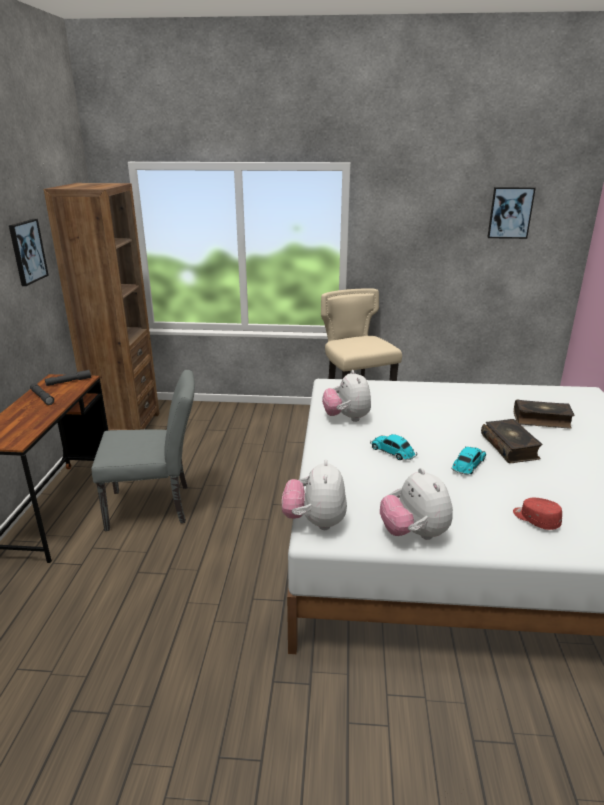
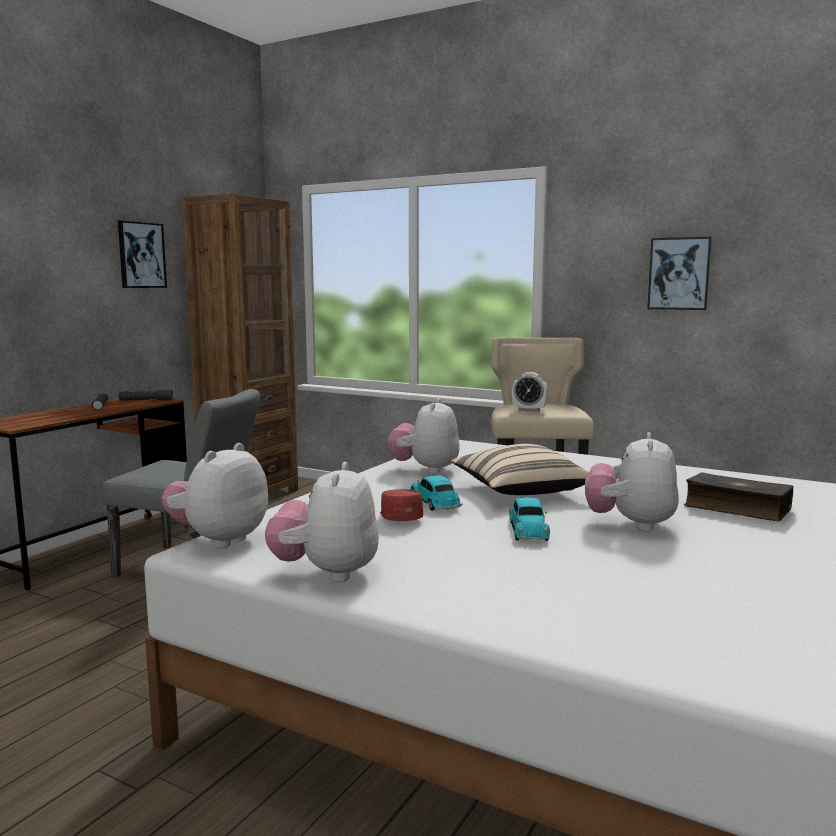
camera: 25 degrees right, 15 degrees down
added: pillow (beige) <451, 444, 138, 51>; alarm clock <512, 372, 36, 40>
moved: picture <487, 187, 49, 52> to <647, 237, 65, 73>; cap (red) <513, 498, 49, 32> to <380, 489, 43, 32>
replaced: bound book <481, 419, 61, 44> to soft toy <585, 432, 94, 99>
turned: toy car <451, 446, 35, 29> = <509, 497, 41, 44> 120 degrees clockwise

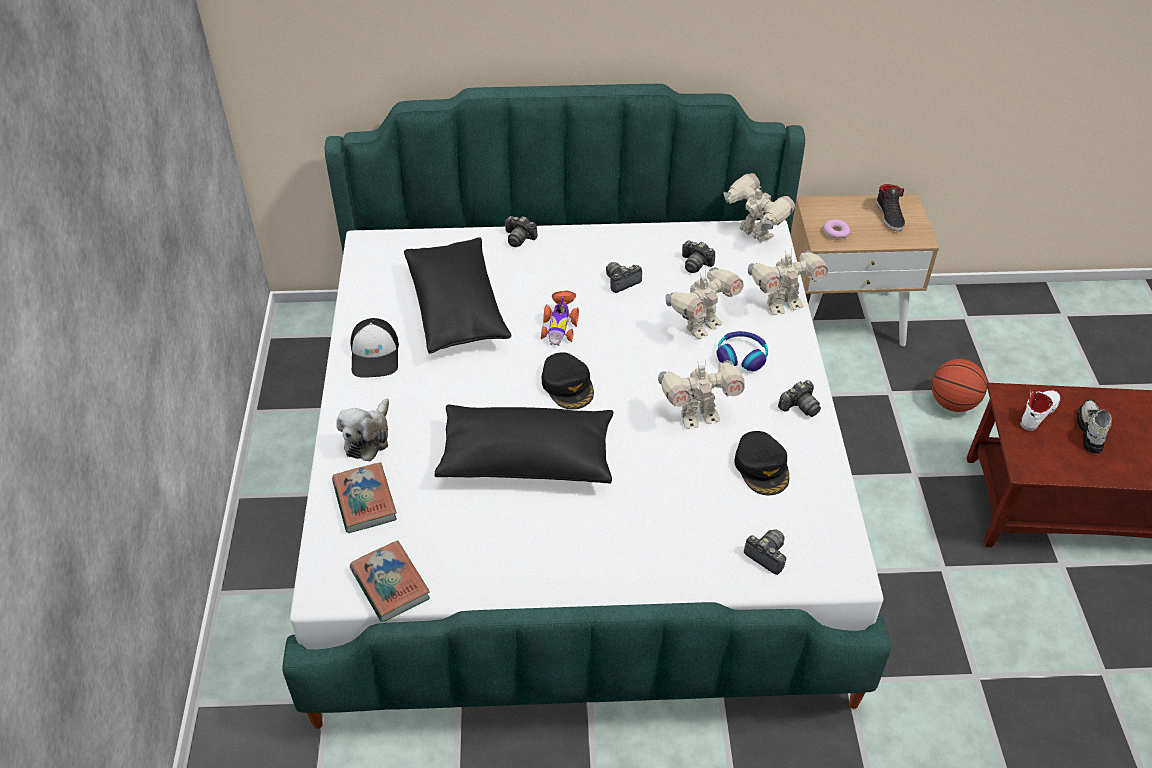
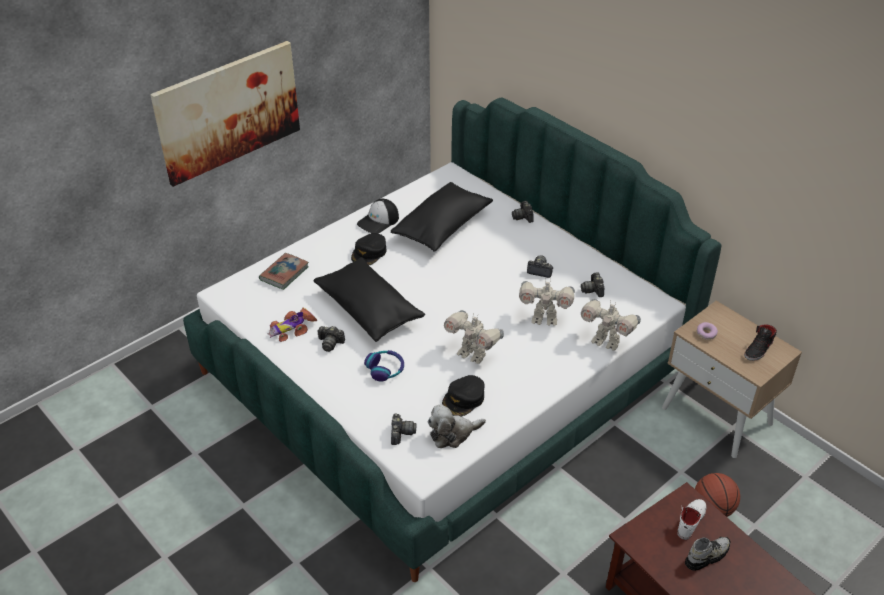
camera: 50 degrees right, 5 degrees down
removed: bound book <350, 540, 80, 82>; model robot <723, 173, 72, 69>
added: picture <150, 41, 150, 146>
moved: soft toy <336, 398, 53, 63> to <428, 404, 58, 44>; toy car <541, 290, 38, 56> to <267, 308, 50, 34>; cap (blackish) <542, 352, 52, 58> to <351, 233, 35, 32>; headphones <717, 331, 51, 41> to <364, 350, 40, 32>; still camera <778, 380, 43, 37> to <317, 326, 28, 26>
turned: shoe (white-coloured) <1020, 390, 40, 42> = <677, 499, 30, 41> 60 degrees counterclockwise

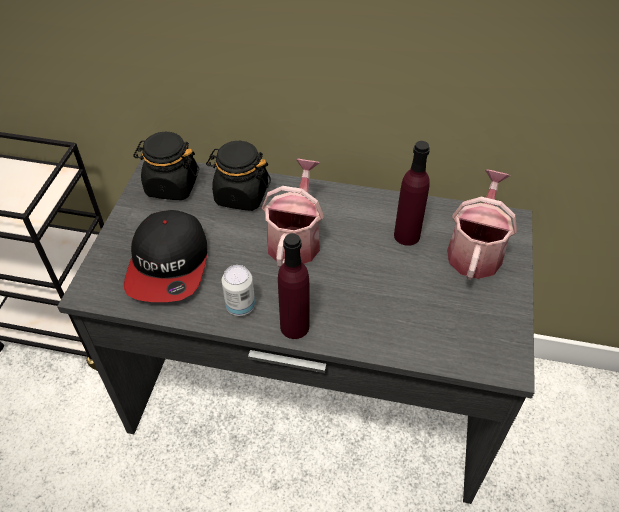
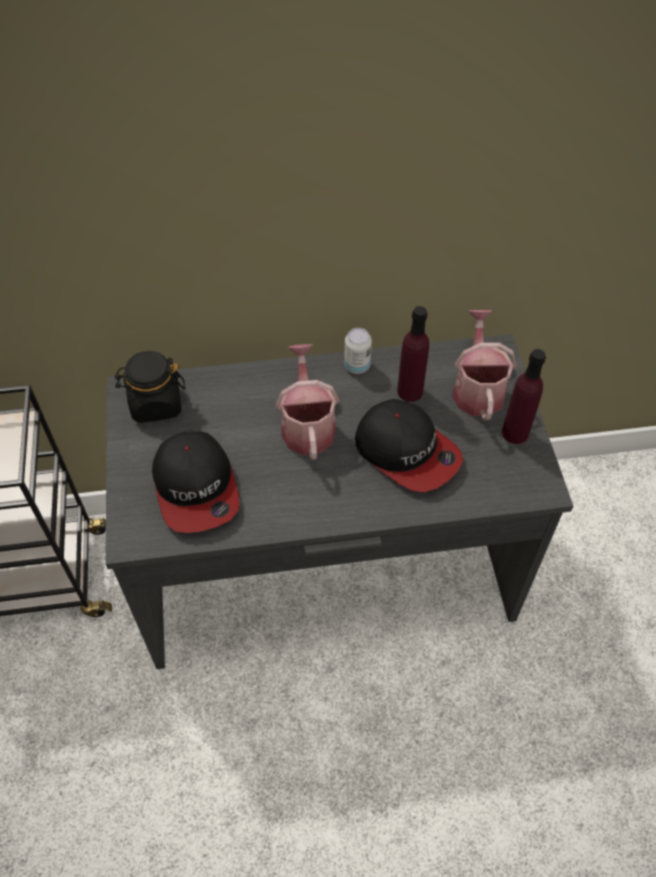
camera: 20 degrees left, 5 degrees up
removed: preserve jar (blackish) <206, 141, 65, 70>
added: cap <355, 399, 108, 93>
moved: sealed can <222, 265, 33, 51> to <344, 328, 28, 46>; drink bottle (purplish) <278, 233, 32, 106> to <502, 349, 44, 95>

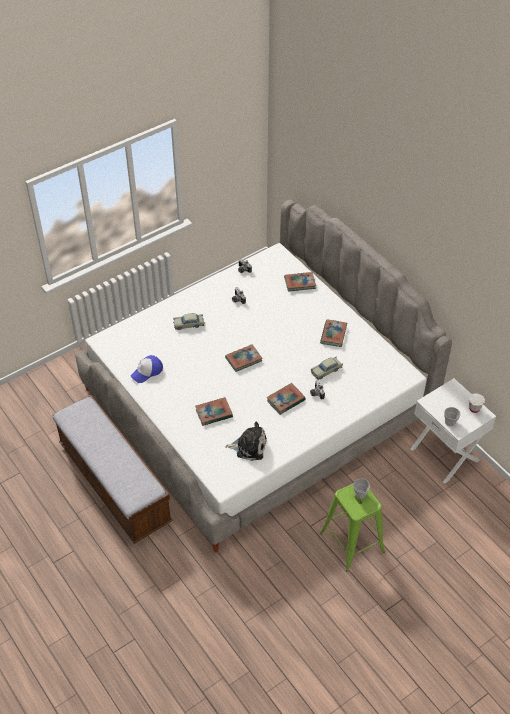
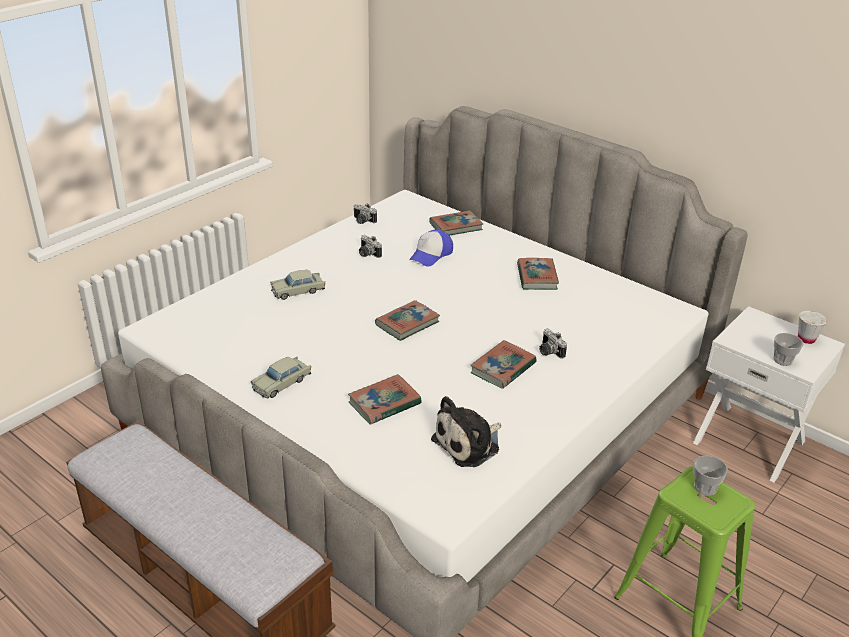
camera: 15 degrees left, 15 degrees down
moved: cap <131, 355, 32, 28> to <409, 230, 44, 37>; toy car (beige) <311, 356, 32, 24> to <251, 357, 60, 42>
turned: soft toy <225, 422, 42, 39> = <431, 396, 70, 71> 150 degrees clockwise

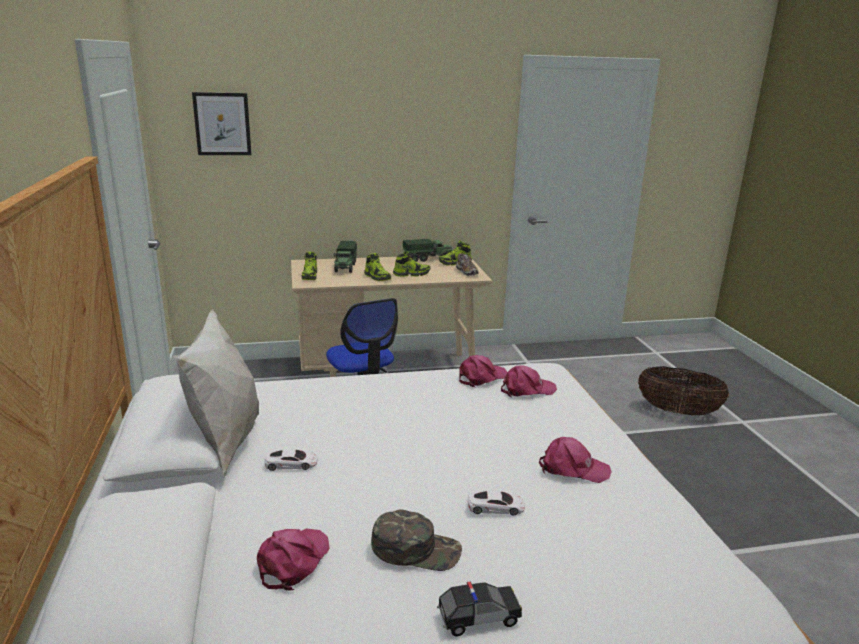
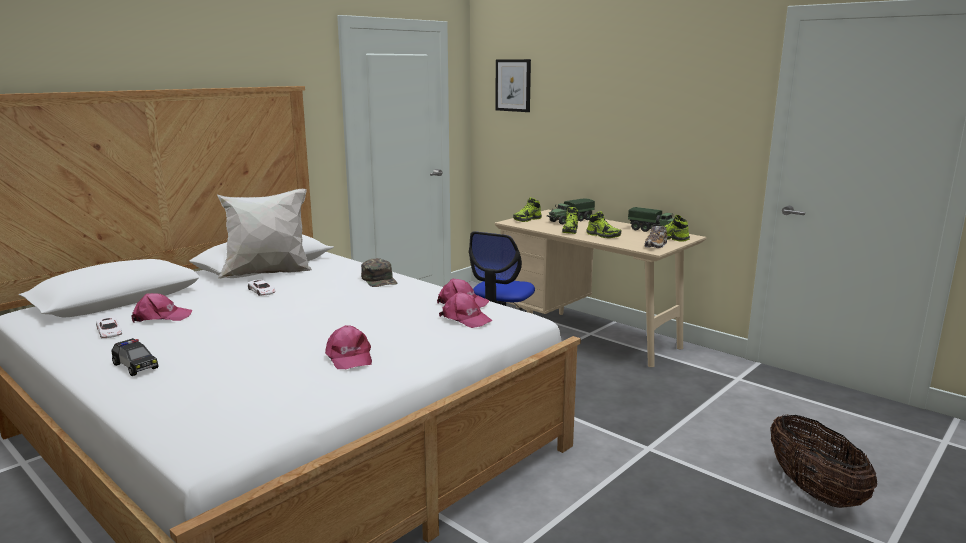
camera: 55 degrees right, 5 degrees down
moved: cap (green-coloured) <371, 509, 91, 62> to <361, 258, 36, 29>; toy car (white-coloured) <468, 490, 57, 25> to <96, 317, 26, 21>

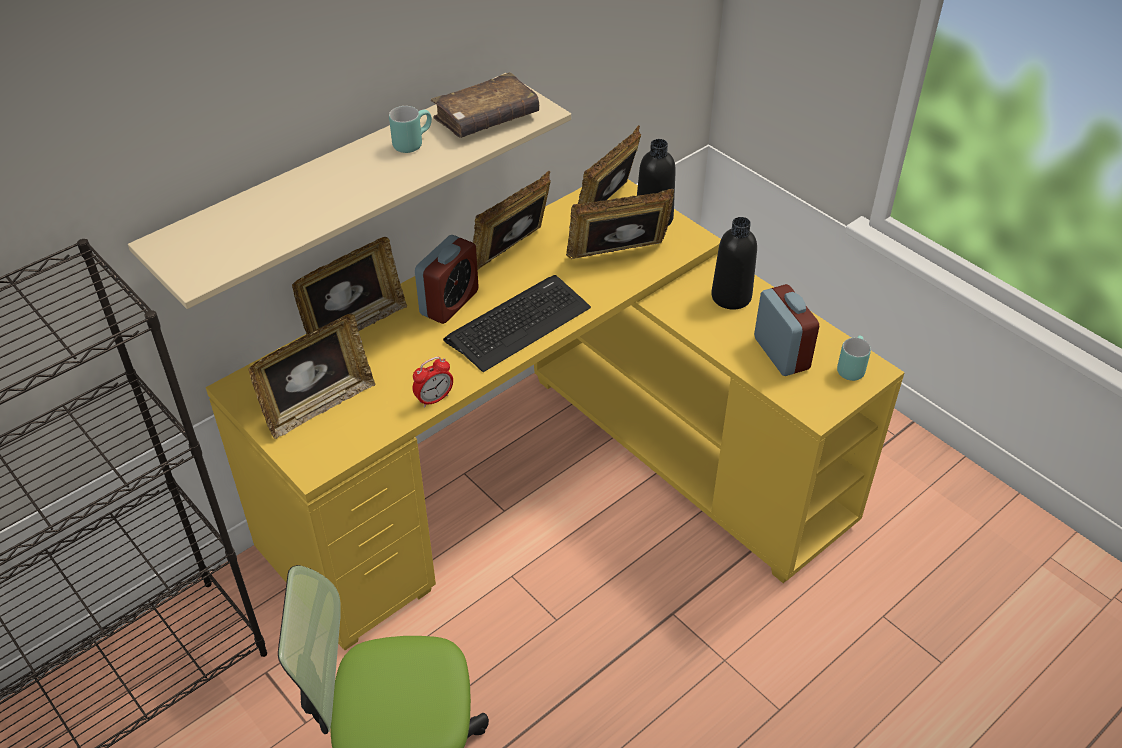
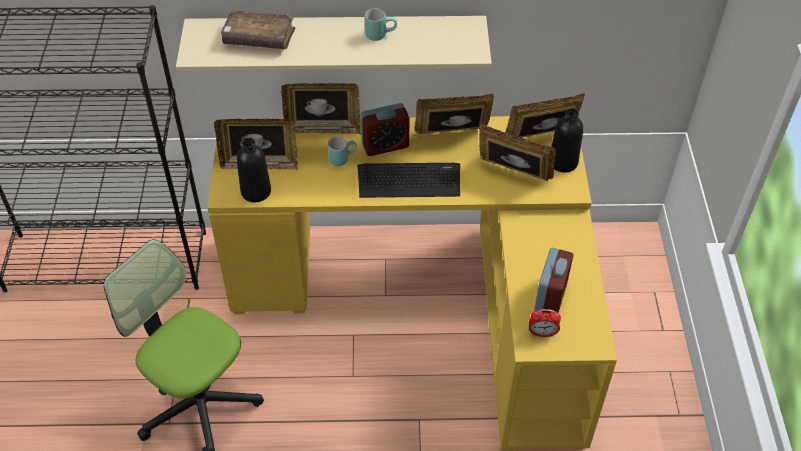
camera: 40 degrees right, 5 degrees up
moved: alarm clock <412, 357, 41, 51> to <529, 309, 32, 28>; bound book (brownish) <431, 72, 108, 66> to <221, 10, 74, 40>; drink bottle (blackish) <711, 217, 46, 92> to <237, 138, 34, 64>; mug (turquoise) <837, 336, 34, 45> to <328, 137, 29, 29>

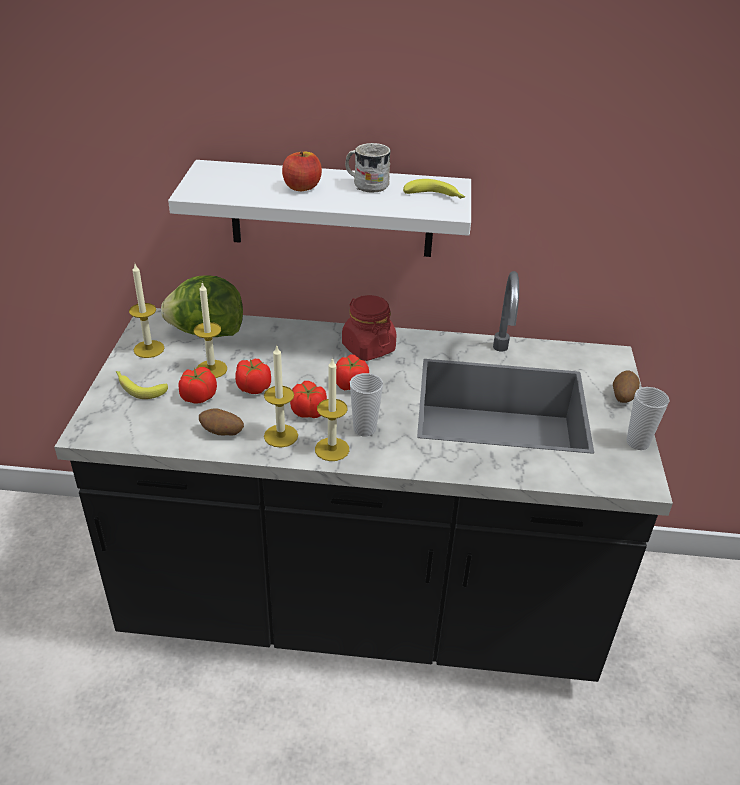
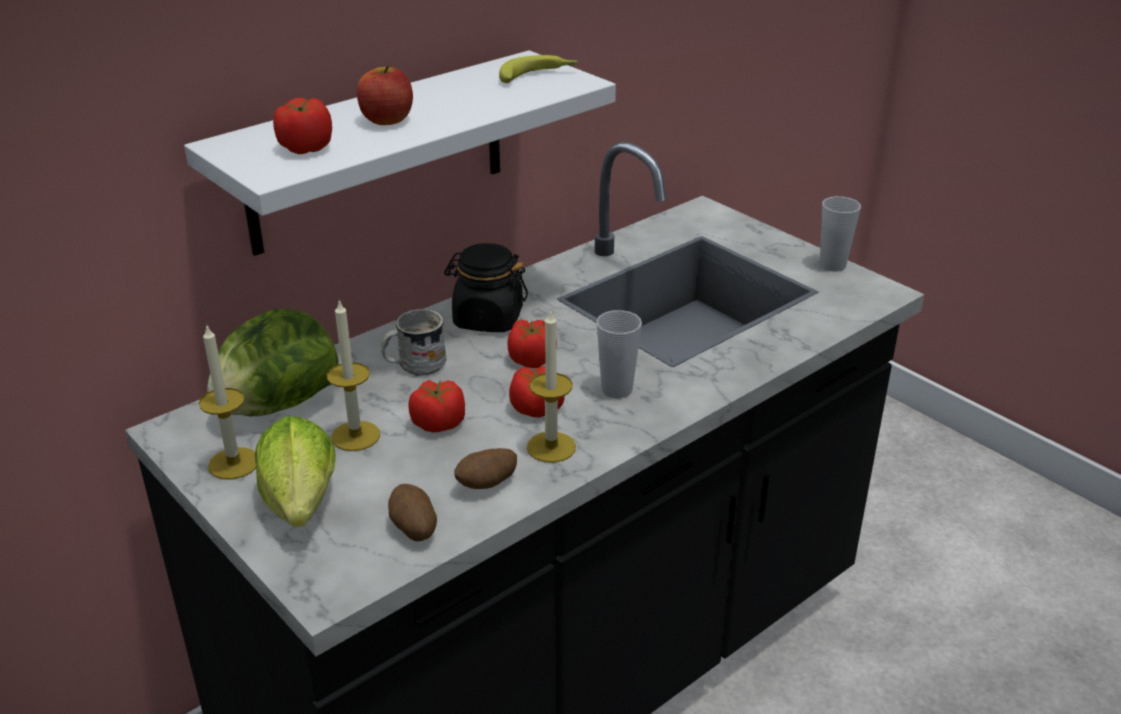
camera: 45 degrees left, 5 degrees down
removed: candle <315, 357, 34, 104>
moved: whole tomato <178, 367, 39, 36> to <273, 98, 59, 56>; mug (white-coloured) <345, 143, 46, 50> to <381, 309, 65, 68>; potato <613, 370, 27, 33> to <388, 484, 49, 57>
replaced: banana <116, 371, 52, 28> to head of lettuce <255, 416, 81, 111>
recoloured: preserve jar (red) <342, 295, 55, 66> to preserve jar (blackish) <444, 243, 84, 89>

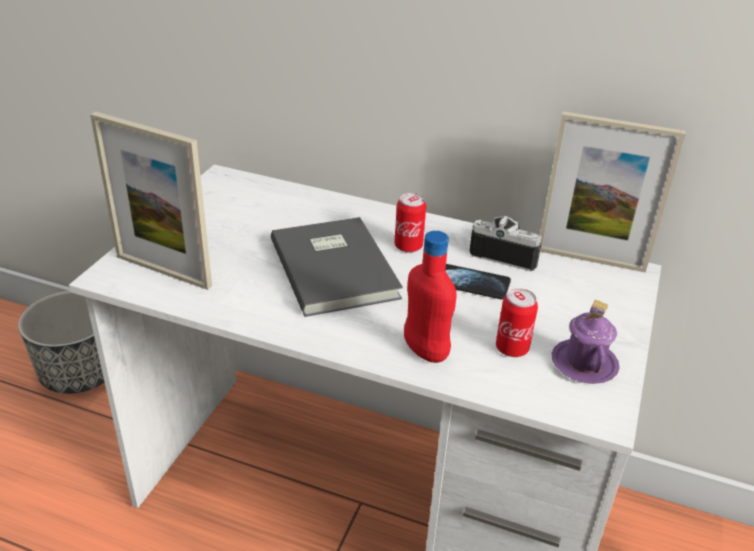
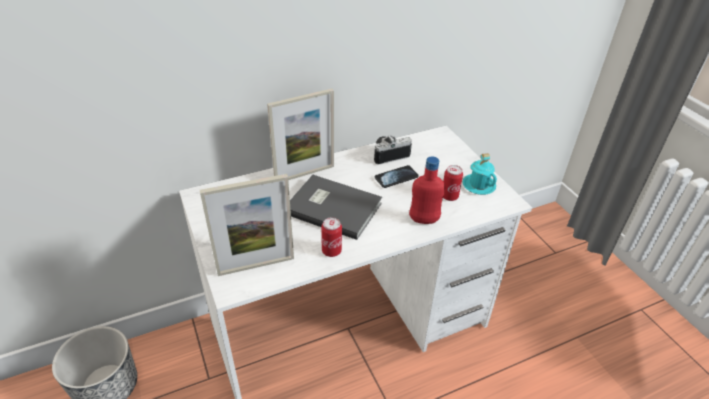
camera: 45 degrees left, 5 degrees up
moved: sealed can <394, 193, 32, 60> to <321, 217, 21, 40>; standing frame <540, 111, 146, 162> to <267, 89, 67, 91>
recoloured: mug (purplish) <552, 300, 67, 84> to mug (turquoise) <463, 153, 34, 42>

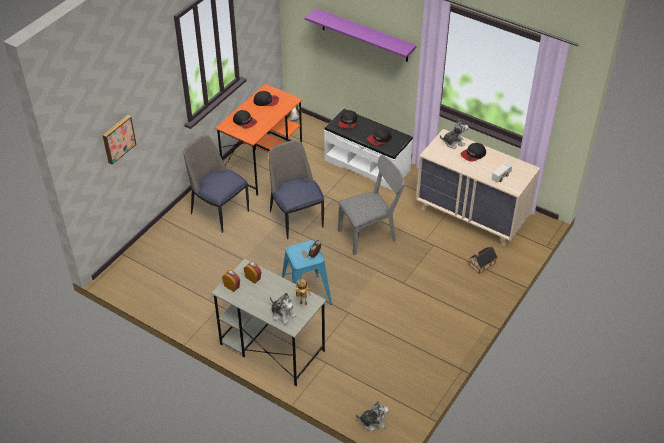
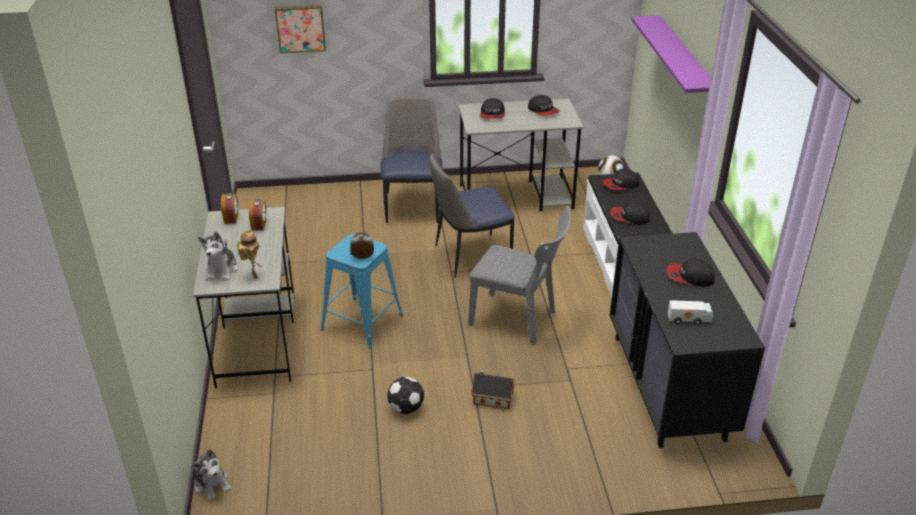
camera: 50 degrees right, 10 degrees down
removed: soft toy <440, 119, 29, 29>
added: ball for football <387, 377, 37, 37>
moved: toy house <468, 247, 30, 27> to <472, 369, 43, 40>
recoloured: desk unit (orange-coloured) <215, 84, 88, 112> to desk unit (greyish) <458, 98, 125, 113>; drawer chest (beige) <416, 129, 124, 117> to drawer chest (blackish) <610, 232, 155, 216>
turned: chair <269, 140, 55, 99> = <429, 153, 86, 125> 135 degrees counterclockwise

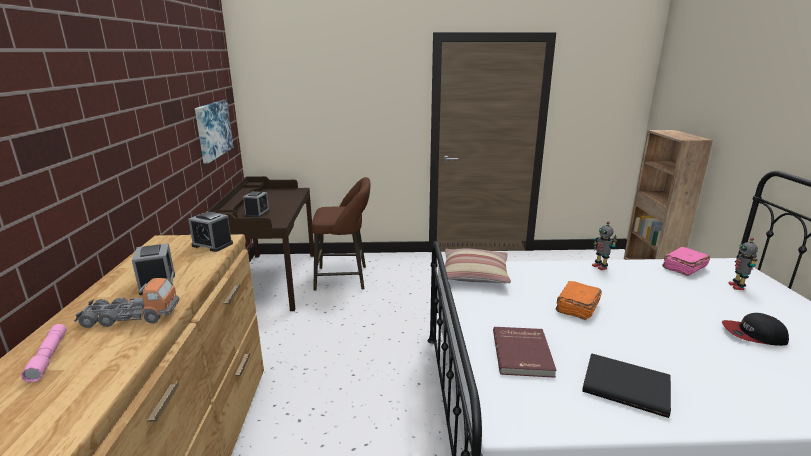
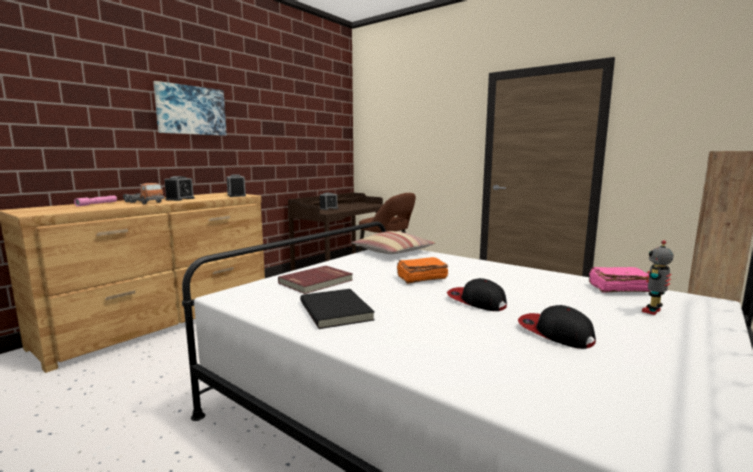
camera: 40 degrees right, 10 degrees down
removed: model robot <592, 221, 25, 49>
added: cap <447, 278, 60, 33>
moved: picture <195, 100, 39, 63> to <153, 81, 74, 55>

